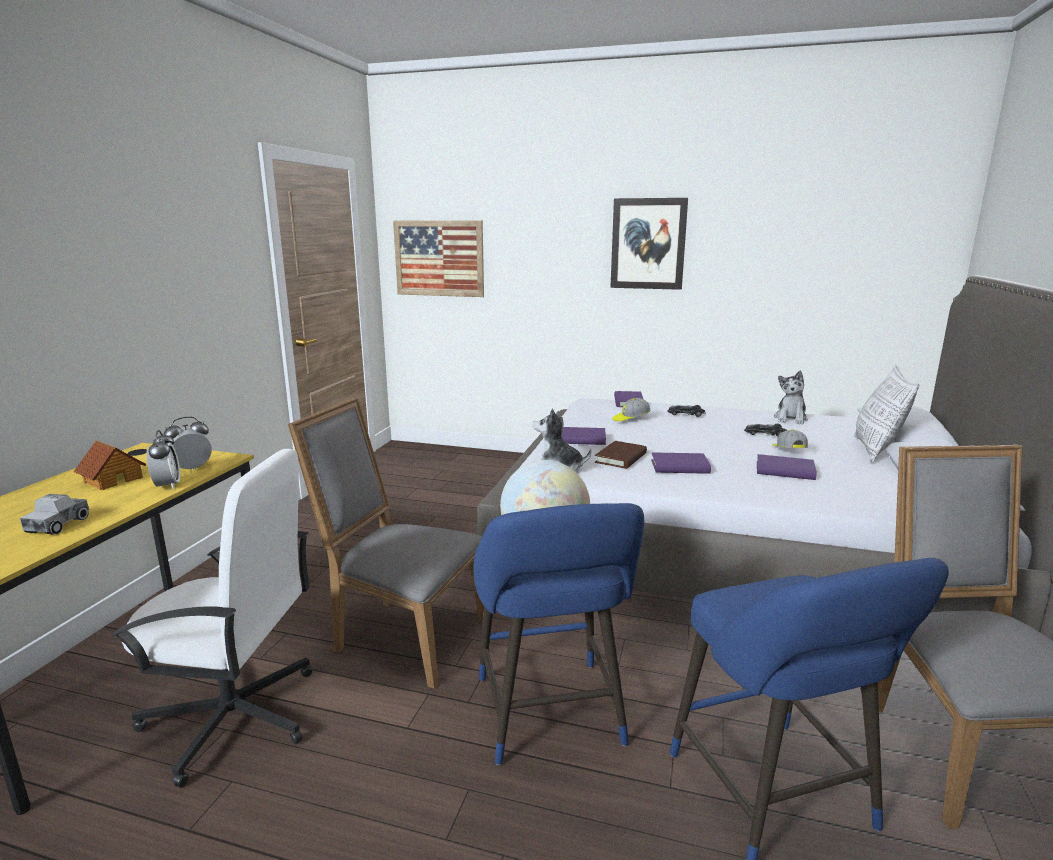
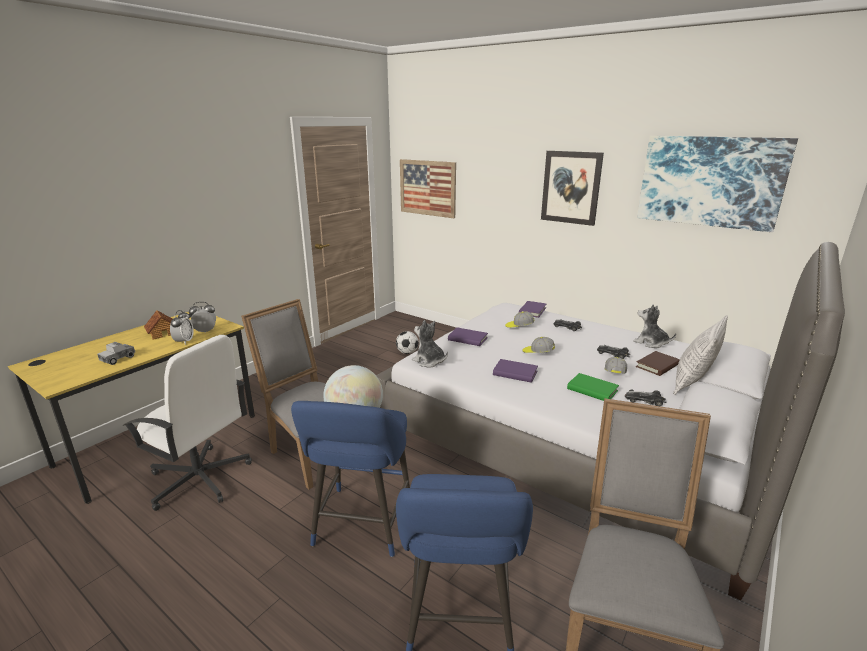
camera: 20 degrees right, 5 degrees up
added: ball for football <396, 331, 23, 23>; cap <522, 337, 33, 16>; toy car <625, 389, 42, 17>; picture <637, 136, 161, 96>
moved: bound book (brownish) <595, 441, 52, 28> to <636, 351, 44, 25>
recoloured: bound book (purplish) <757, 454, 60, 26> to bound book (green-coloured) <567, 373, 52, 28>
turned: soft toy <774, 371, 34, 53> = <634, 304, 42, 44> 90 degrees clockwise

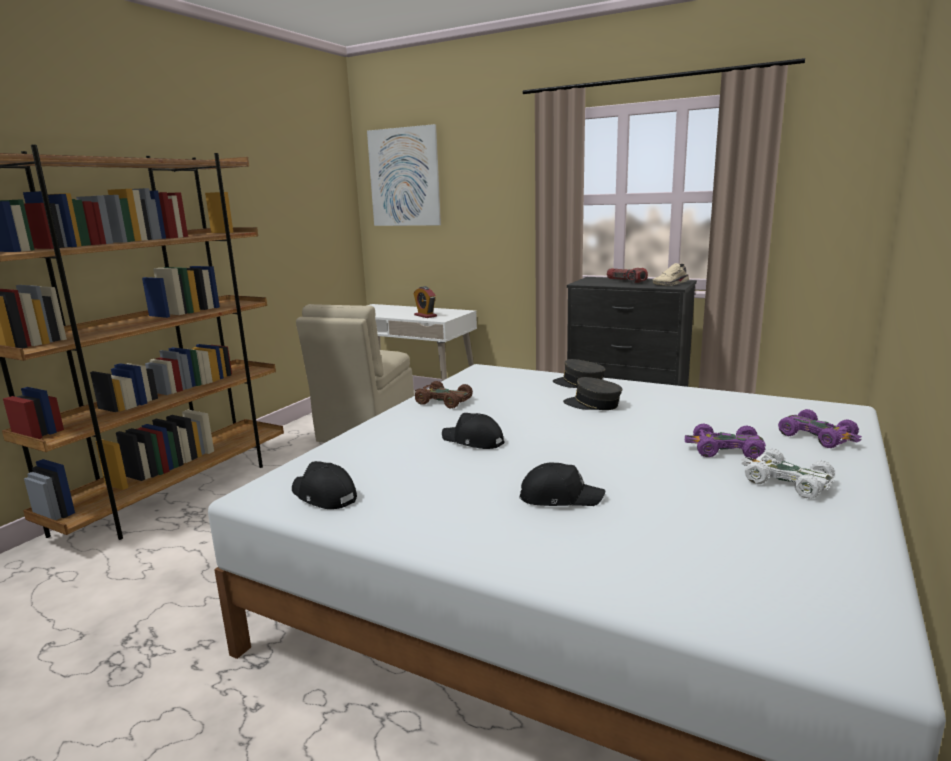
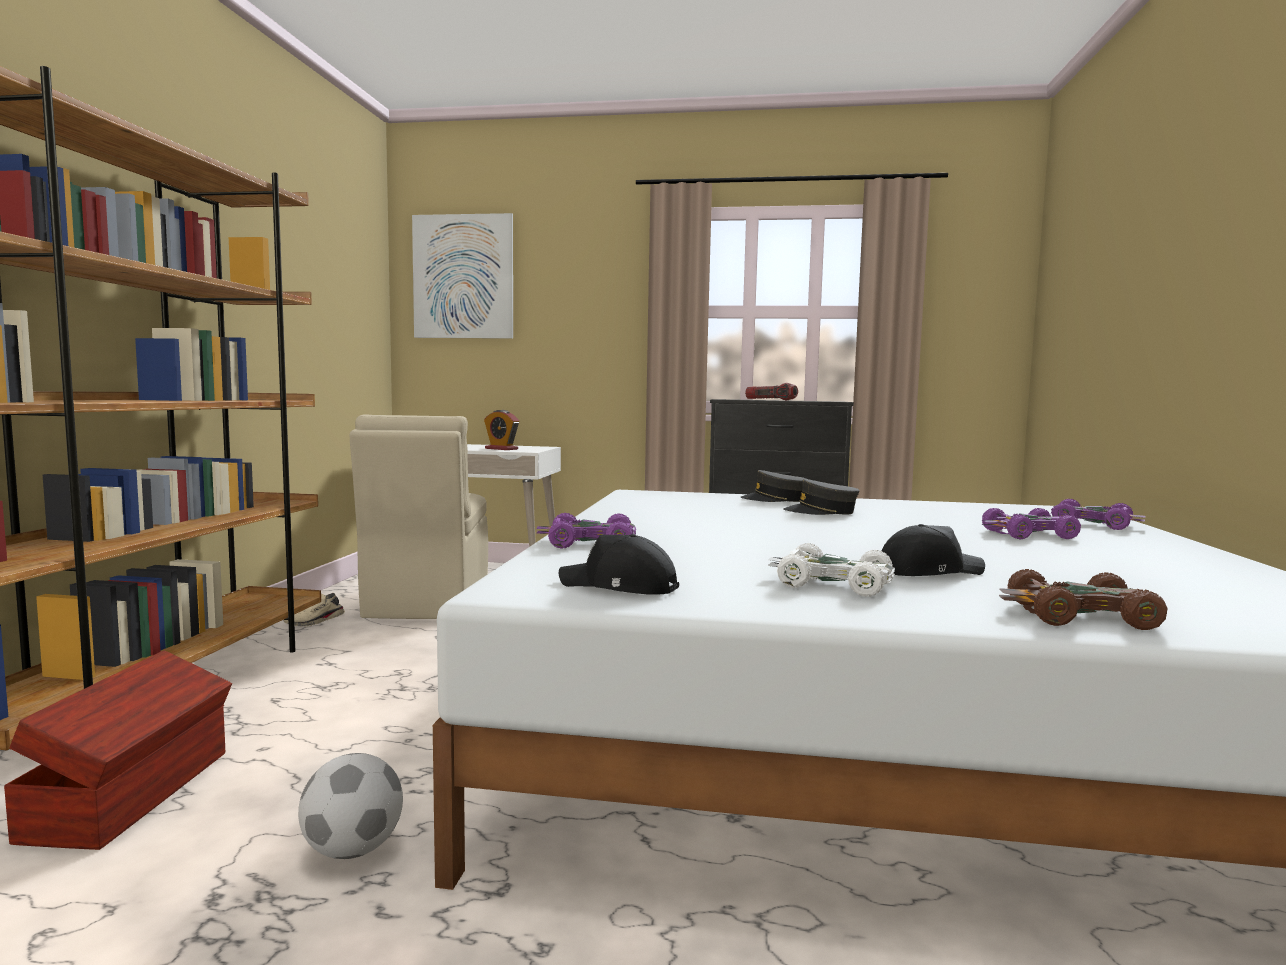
camera: 20 degrees left, 10 degrees down
removed: cap (blackish) <442, 413, 63, 36>
added: storage container (brownish) <4, 650, 228, 200>; ball for football <298, 753, 105, 106>; toy car (purplish) <537, 513, 99, 36>
moved: toy car (brownish) <415, 381, 58, 28> to <999, 569, 169, 61>; shoe (beige) <652, 263, 37, 23> to <283, 593, 62, 34>; toy car (white-coloured) <741, 449, 94, 50> to <768, 543, 127, 54>

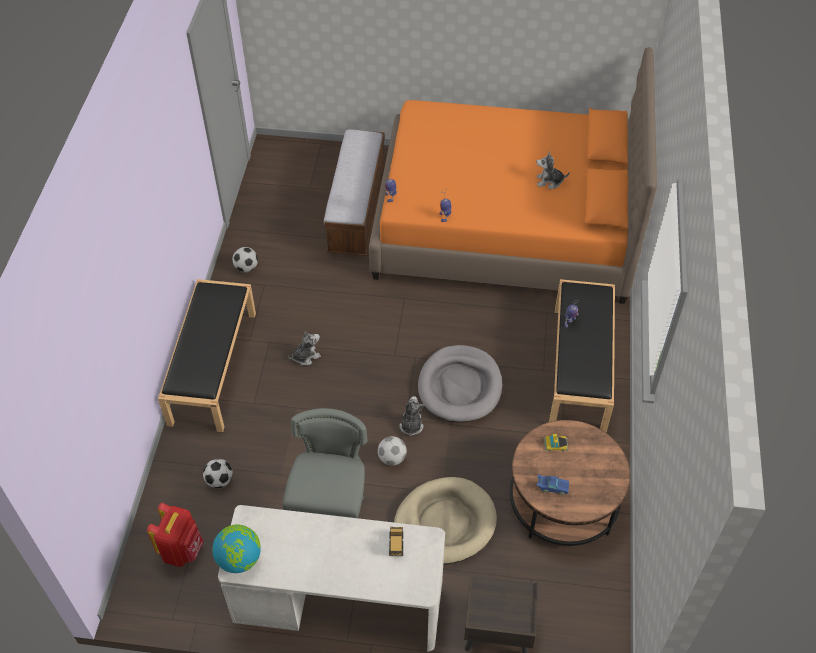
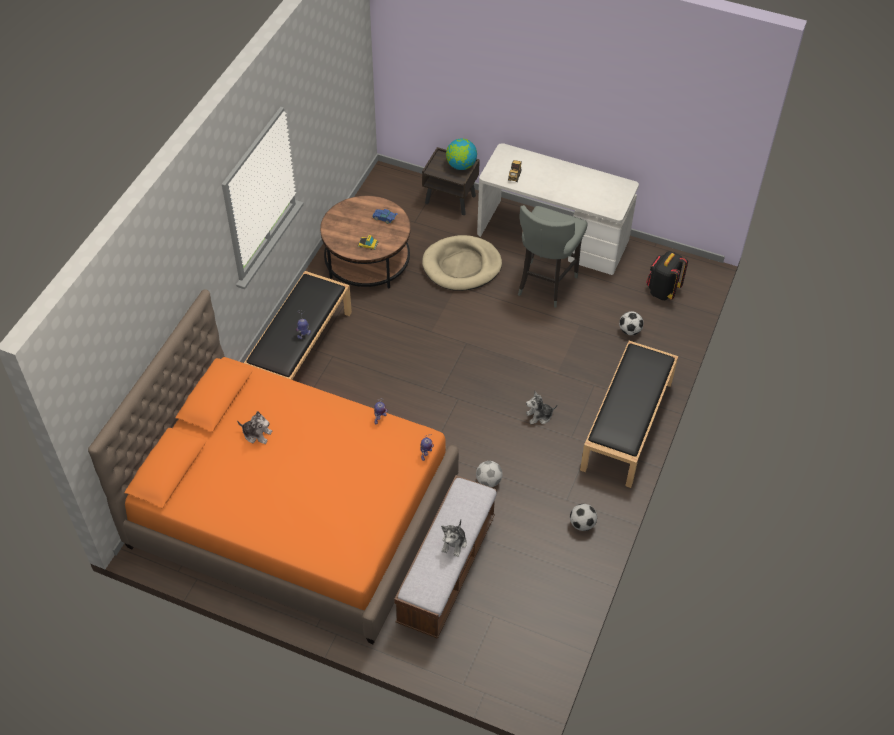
camera: 165 degrees left, 0 degrees up
removed: pet bed (greyish) <418, 345, 84, 77>
moved: globe <212, 524, 49, 49> to <446, 138, 31, 32>; ball for football <378, 436, 29, 30> to <476, 461, 26, 26>; soft toy <400, 396, 24, 41> to <441, 520, 26, 37>
recoloured: backpack (red) <147, 503, 57, 64> to backpack (blackish) <646, 251, 42, 49>

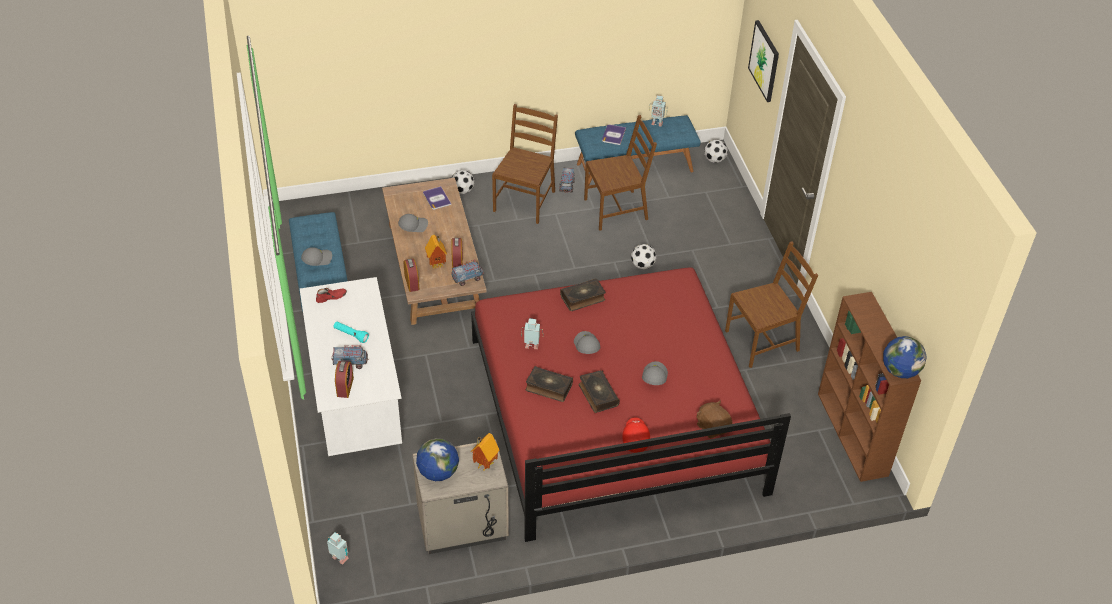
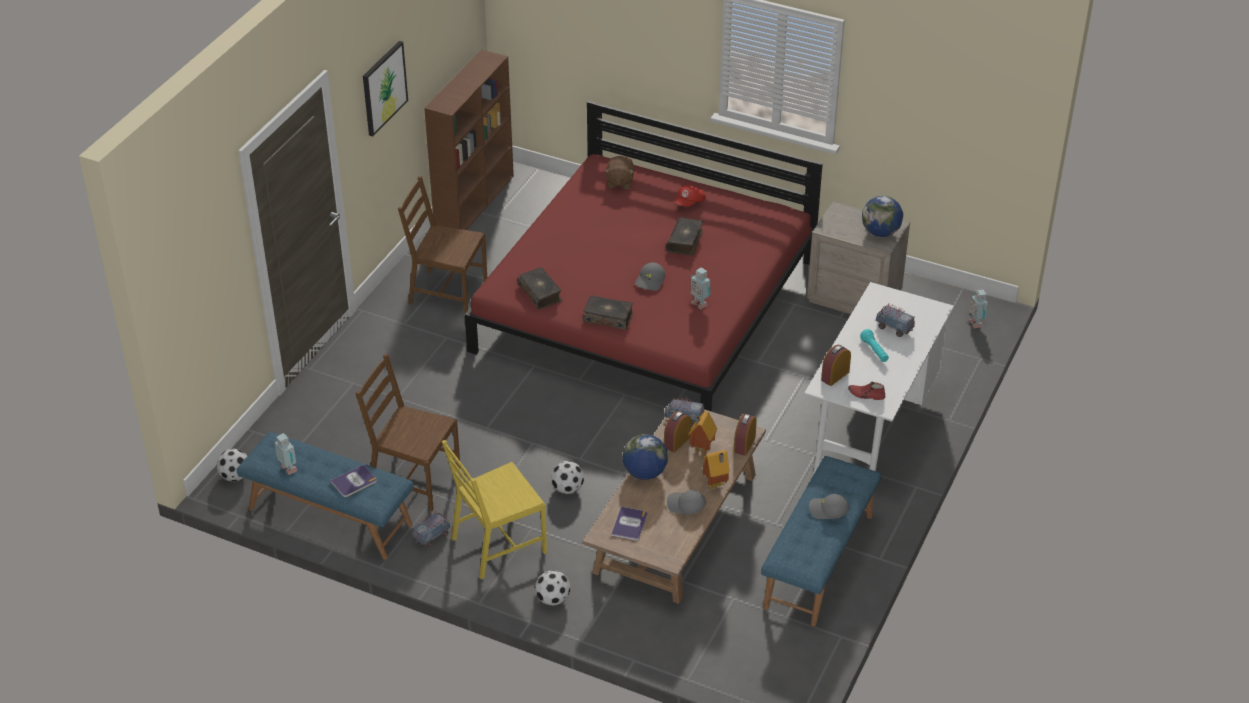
camera: 140 degrees left, 5 degrees down
removed: cap (greyish) <642, 361, 26, 24>
moved: alarm clock <335, 361, 19, 37> to <821, 345, 30, 41>; toy house <471, 433, 28, 39> to <703, 450, 27, 40>; bound book <526, 366, 47, 36> to <517, 267, 45, 42>; ball for football <631, 244, 25, 25> to <551, 461, 33, 33>; picture <748, 20, 31, 82> to <363, 41, 45, 95>; globe <883, 336, 44, 42> to <622, 434, 46, 46>
recoloured: chair (brownish) <492, 104, 66, 120> to chair (yellow-coloured) <442, 440, 105, 139>

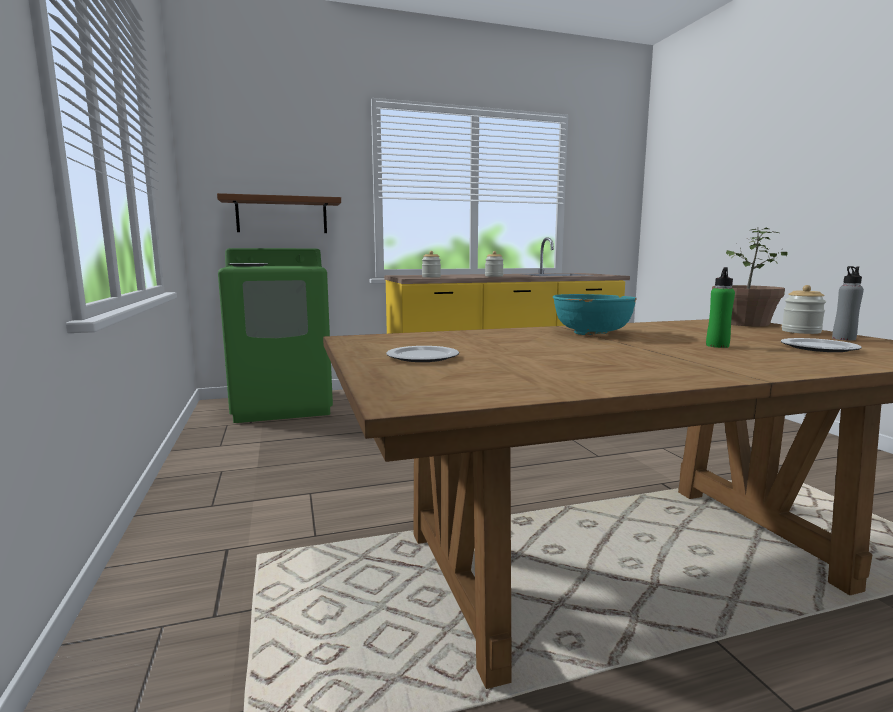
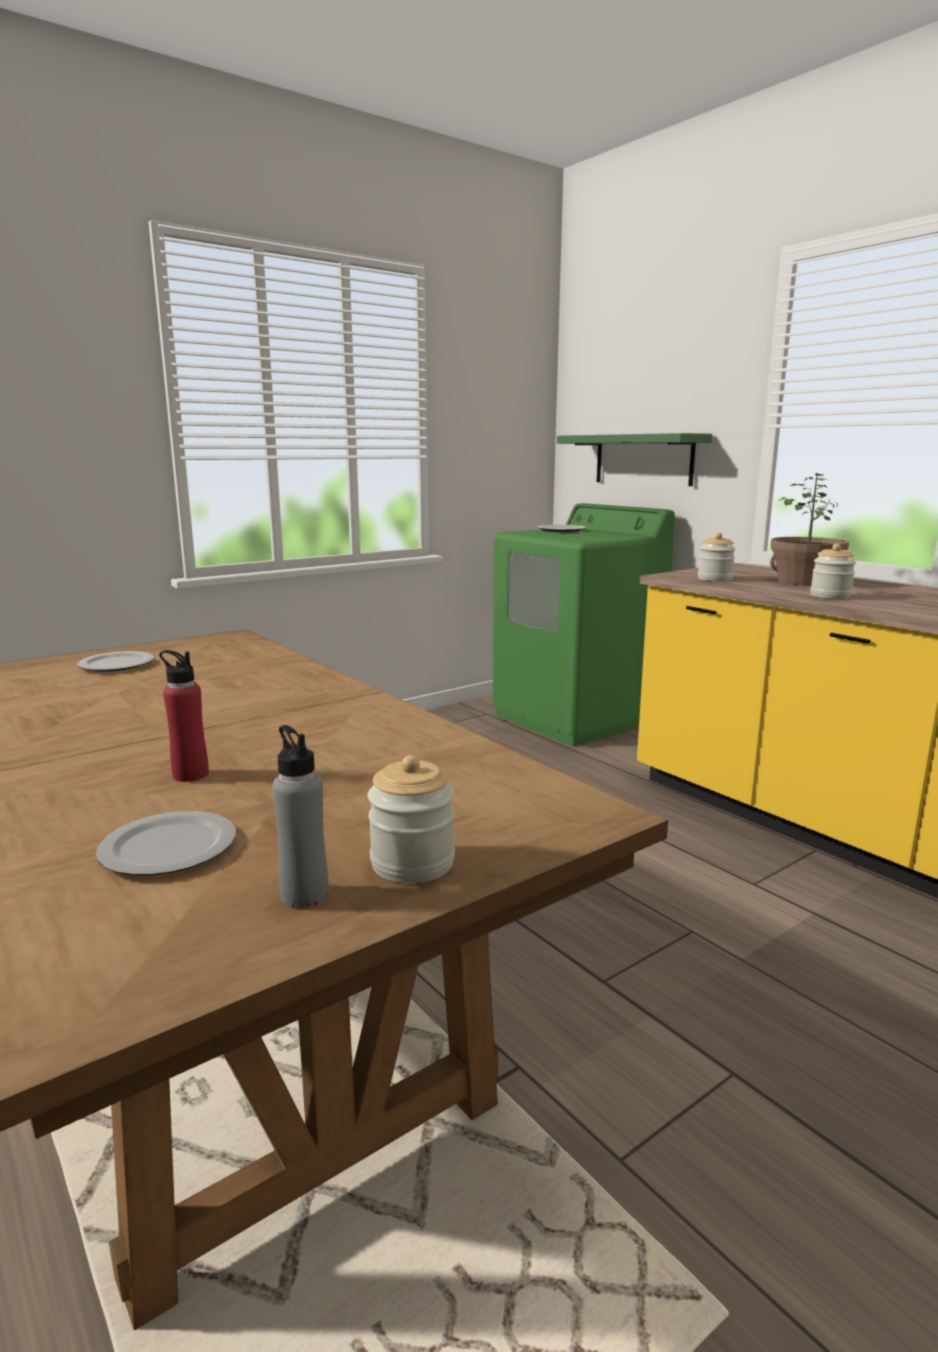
camera: 70 degrees right, 5 degrees up
removed: serving bowl (turquoise) <553, 294, 84, 41>
moved: potted plant <712, 228, 76, 98> to <770, 472, 79, 114>
recoloured: bracket shelf (brownish) <217, 193, 124, 40> to bracket shelf (green-coloured) <557, 433, 155, 53>; drink bottle (green-coloured) <706, 267, 29, 81> to drink bottle (red) <159, 650, 50, 132>

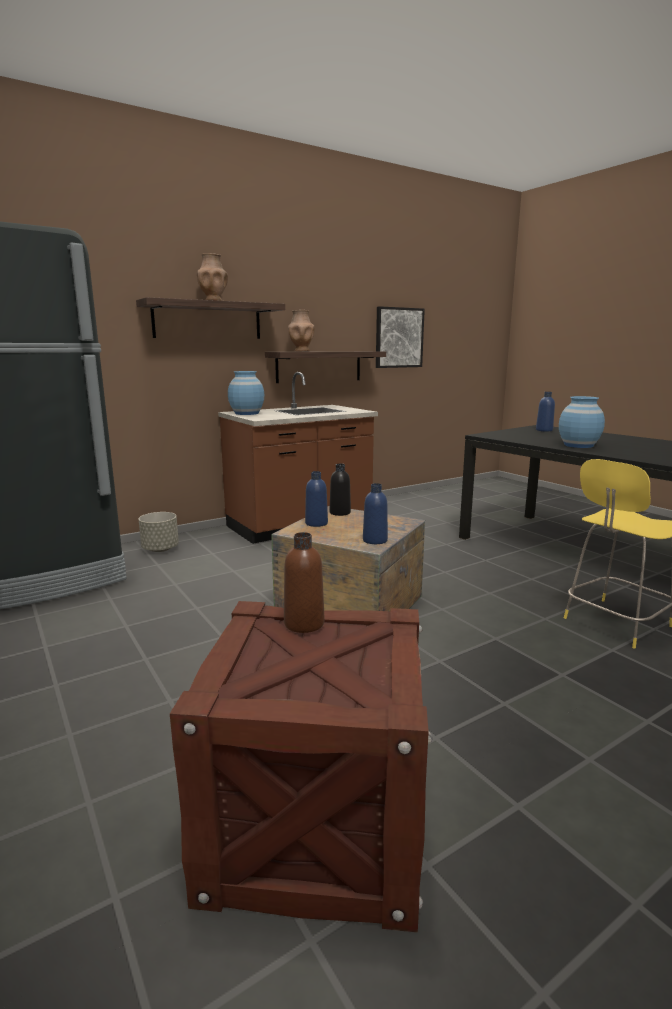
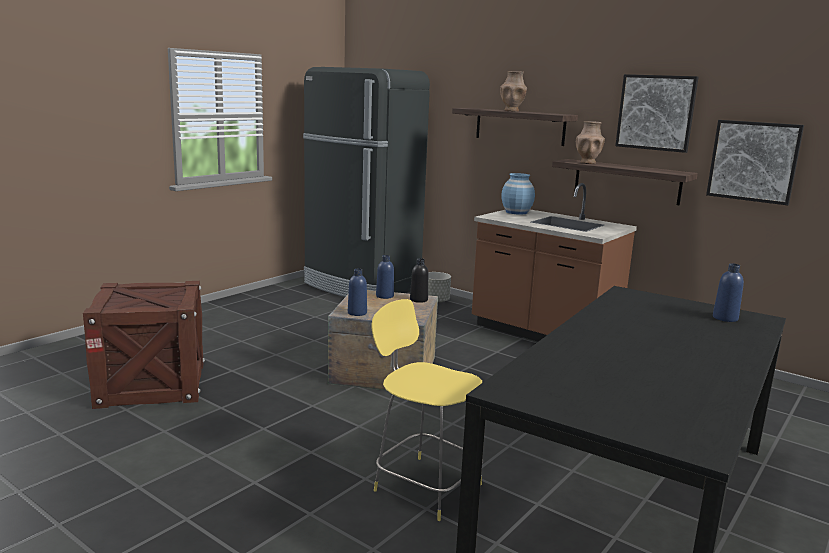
camera: 70 degrees right, 0 degrees up
removed: drink bottle (brownish) <284, 532, 40, 101>; decorative vase (bluish) <559, 396, 46, 52>
added: picture <615, 74, 84, 79>

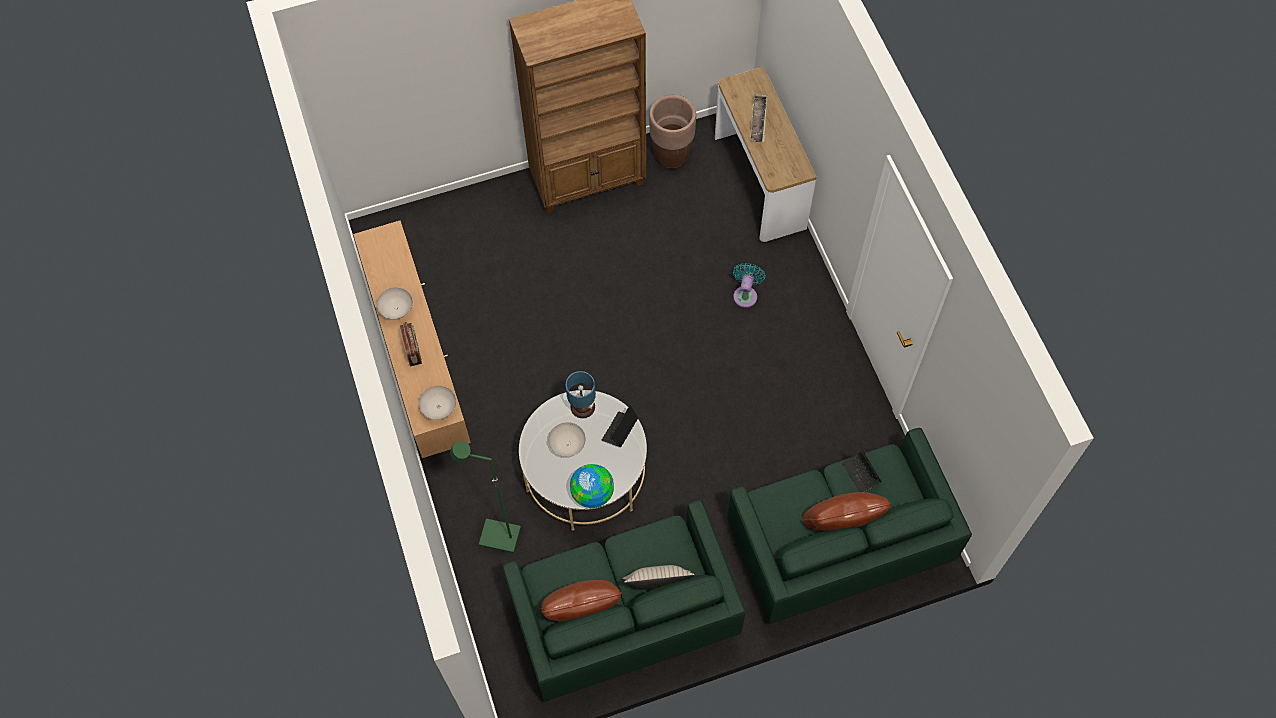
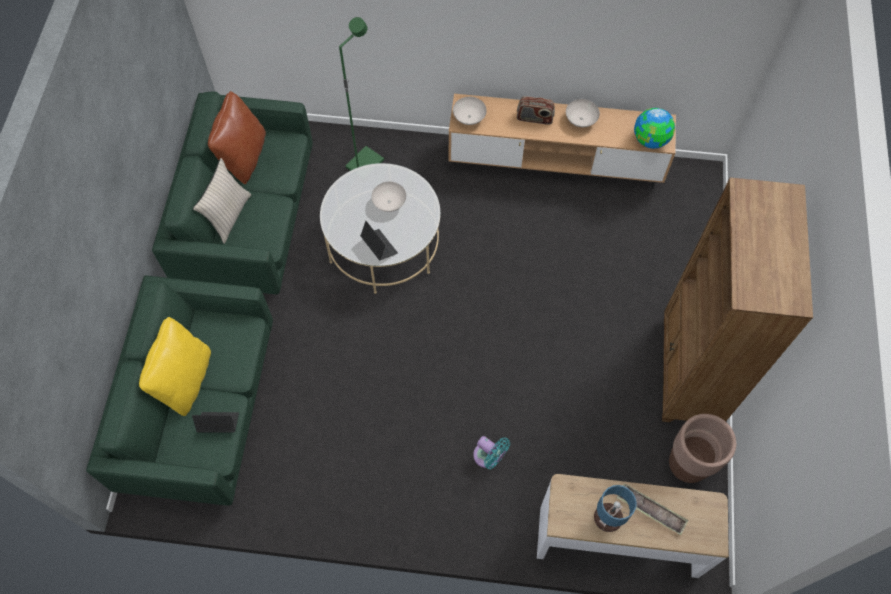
camera: 115 degrees right, 0 degrees up
moved: table lamp <566, 371, 30, 47> to <594, 485, 43, 47>; globe <570, 464, 44, 44> to <634, 108, 41, 41>
recoloured: pillow (brownish) <802, 492, 89, 39> to pillow (yellow-coloured) <139, 317, 72, 99>

